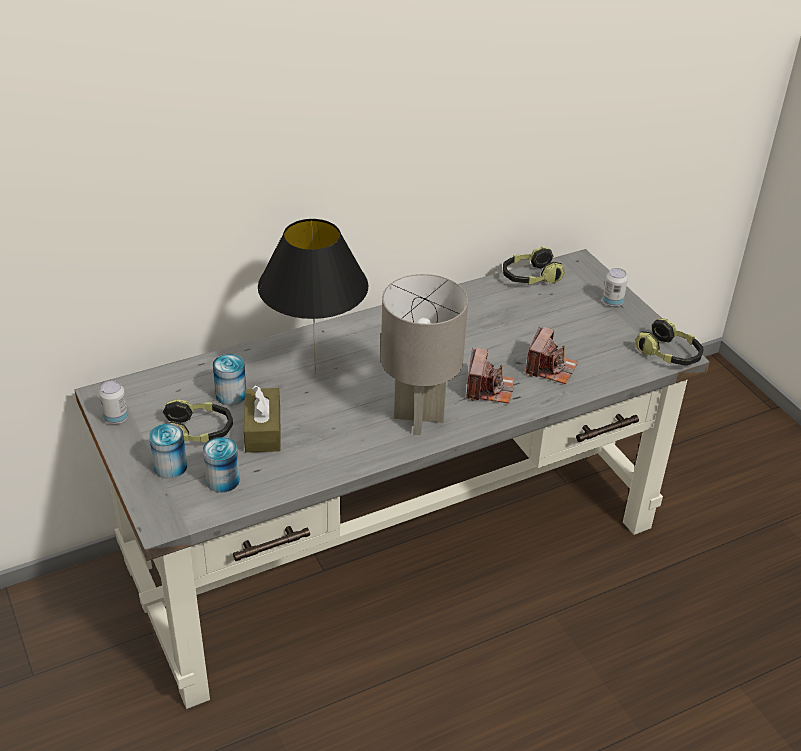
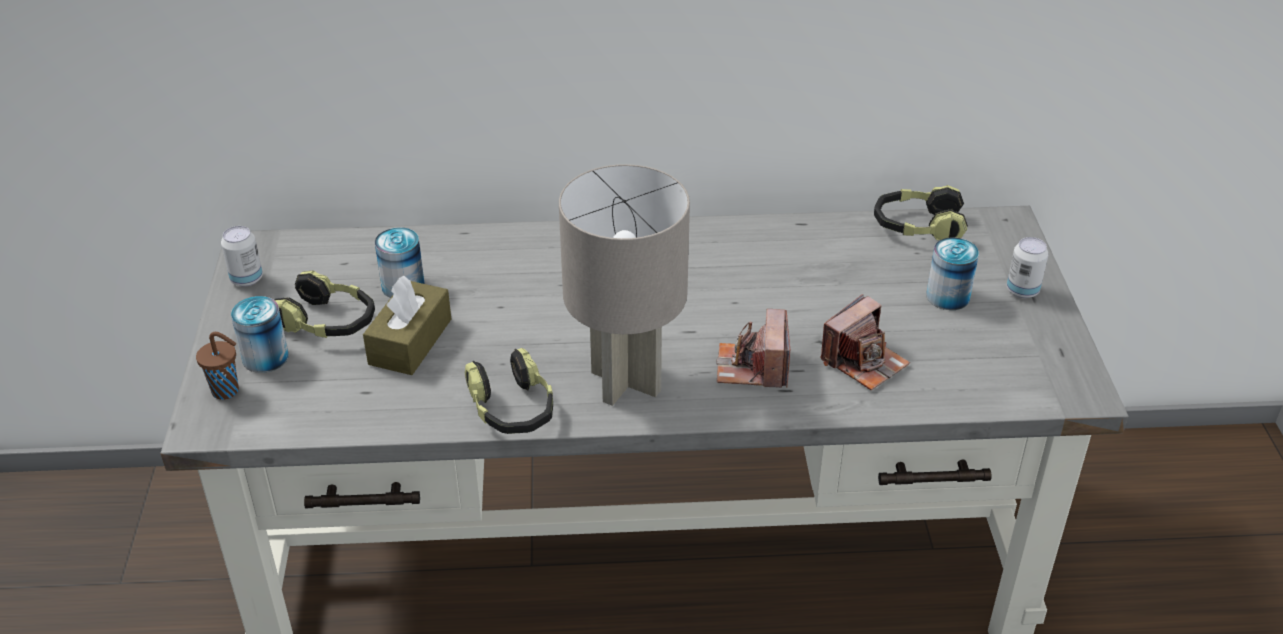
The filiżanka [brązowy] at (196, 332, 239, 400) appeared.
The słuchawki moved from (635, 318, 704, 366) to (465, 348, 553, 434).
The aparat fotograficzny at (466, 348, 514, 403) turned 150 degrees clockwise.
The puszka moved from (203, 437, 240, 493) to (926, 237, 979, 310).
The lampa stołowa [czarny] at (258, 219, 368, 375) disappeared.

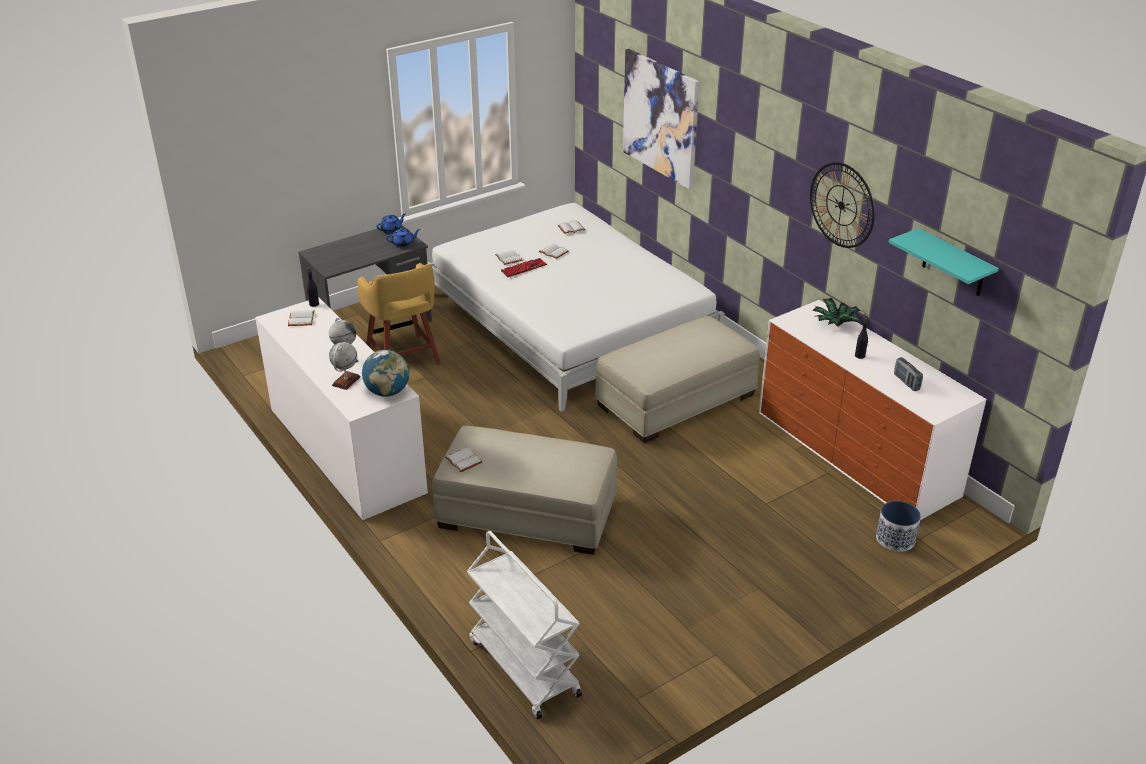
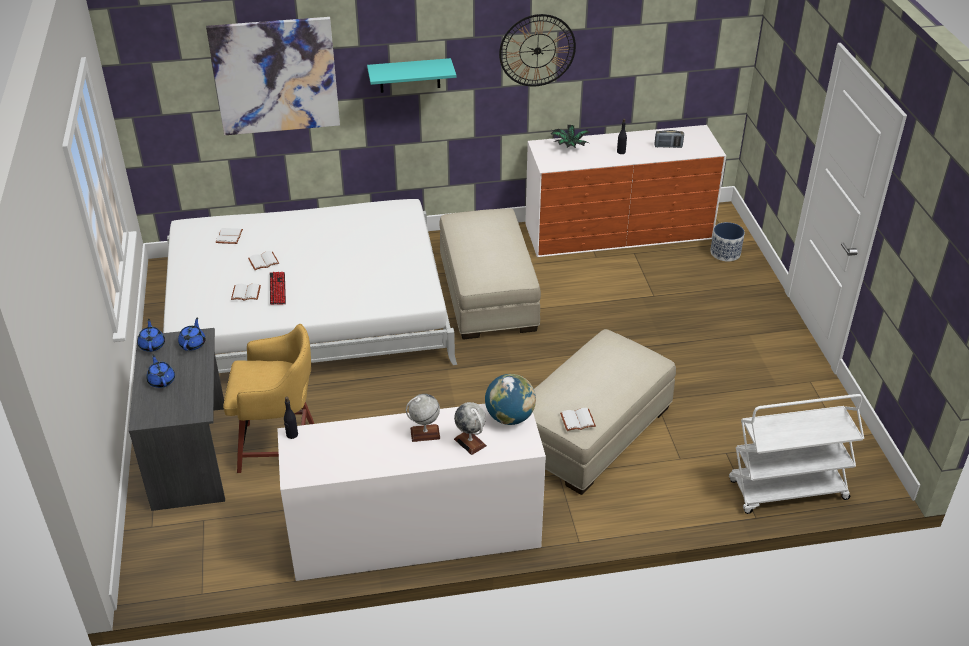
The imbryk [niebieski] at (146, 354, 175, 388) appeared.
The półka [turkusowy] moved from (888, 228, 999, 296) to (367, 58, 456, 93).
The książka [biały] at (288, 310, 315, 326) disappeared.

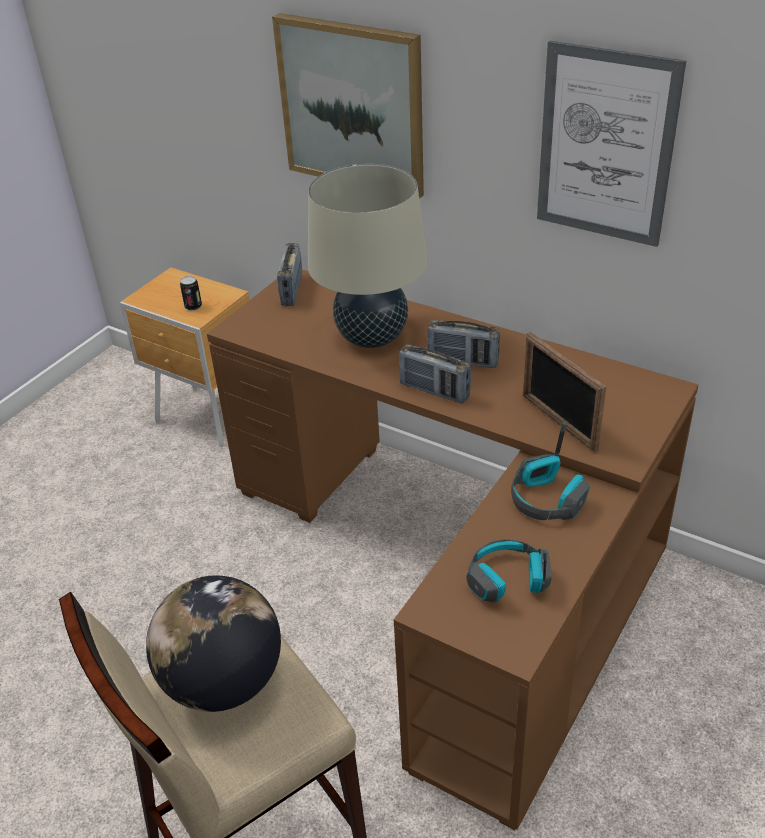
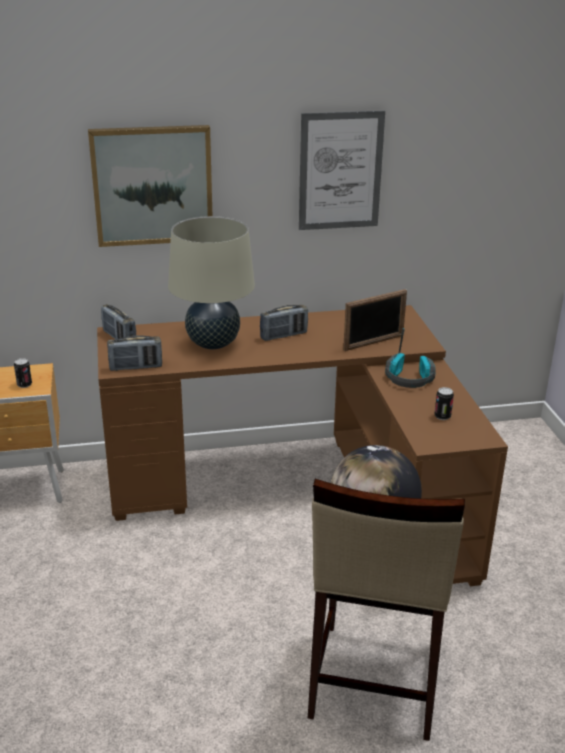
The radio moved from (399, 344, 471, 403) to (107, 335, 162, 371).
The ramka na zdjęcie at (523, 332, 606, 452) turned 45 degrees counterclockwise.
The słuchawki at (466, 539, 552, 602) was replaced by the puszka at (435, 387, 454, 420).

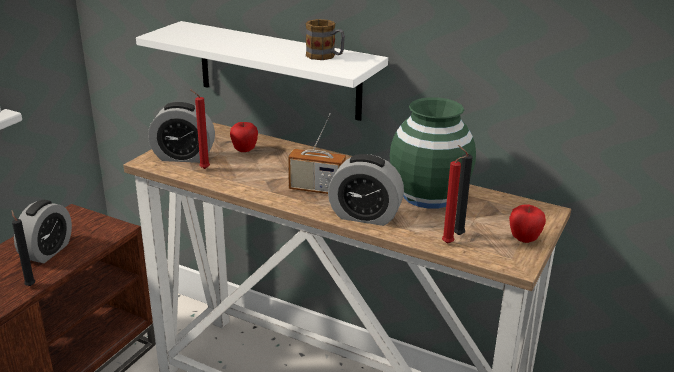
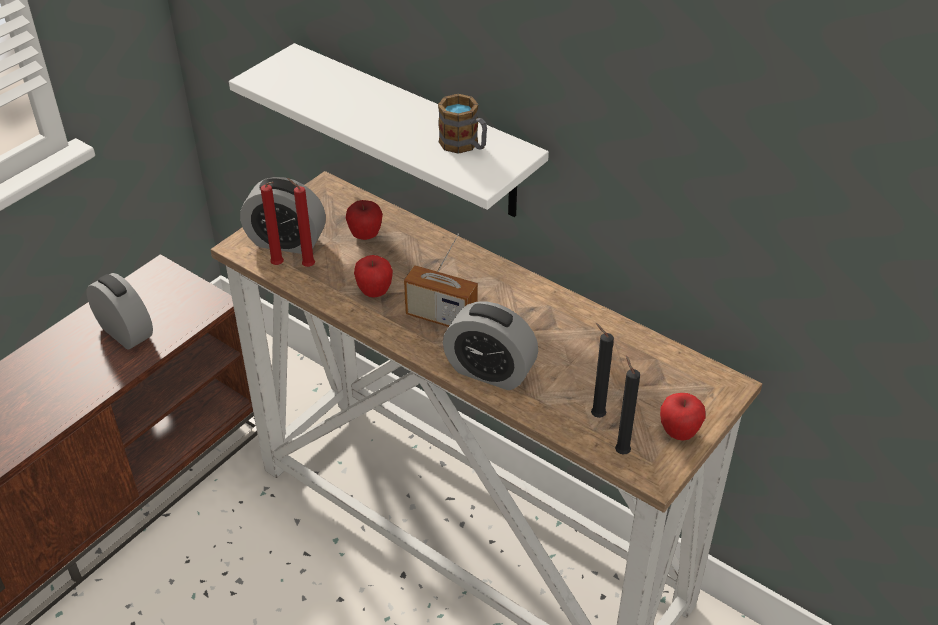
The budzik at (14, 200, 72, 263) turned 75 degrees counterclockwise.
The świeca [czerwony] moved from (442, 156, 467, 244) to (261, 182, 284, 265).
The jabłko at (354, 255, 393, 298) appeared.
The świeca [czarny] moved from (11, 210, 35, 286) to (615, 356, 640, 455).
The wazon [zielony] at (390, 97, 476, 209) disappeared.

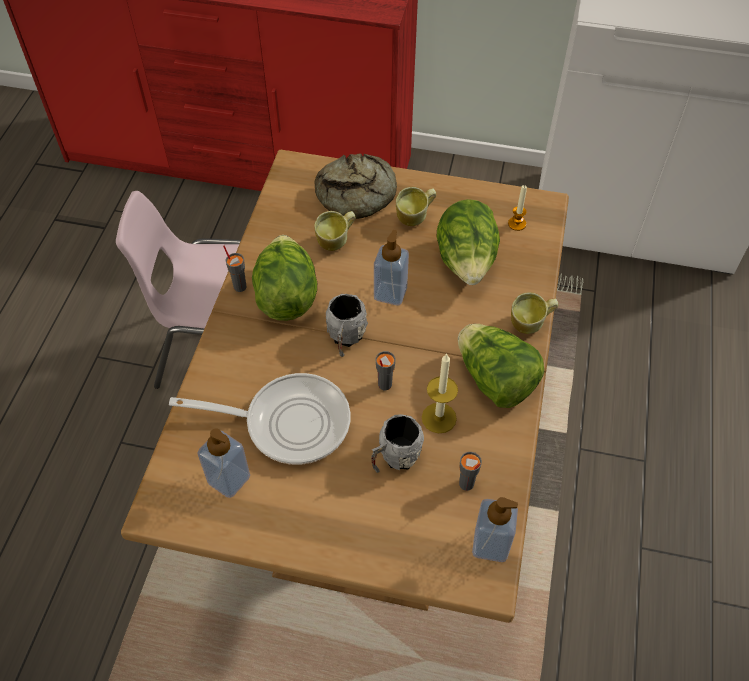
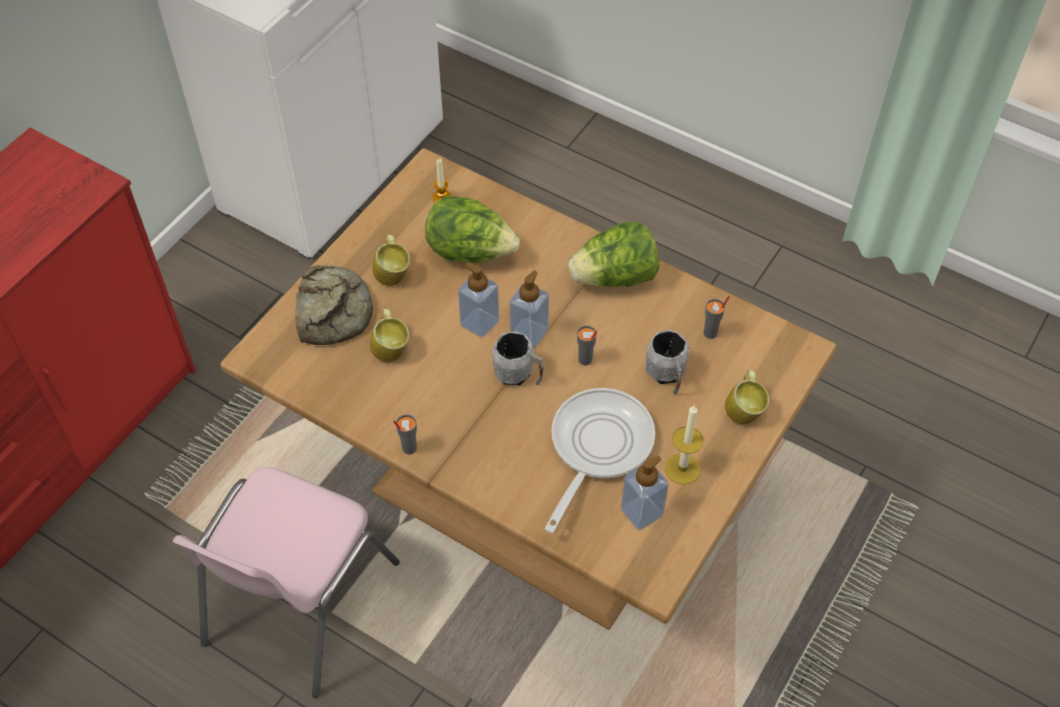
The dozownik mydła moved from (472, 497, 518, 562) to (510, 270, 549, 347).
The świeca moved from (422, 353, 458, 433) to (665, 405, 704, 484).
The kubek moved from (511, 292, 558, 334) to (725, 370, 769, 424).
The sałata at (252, 235, 317, 321) disappeared.

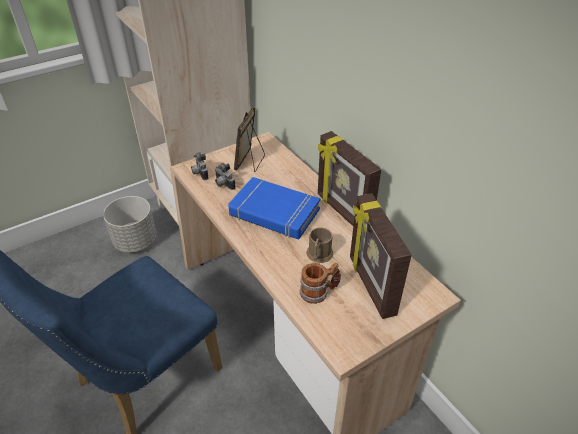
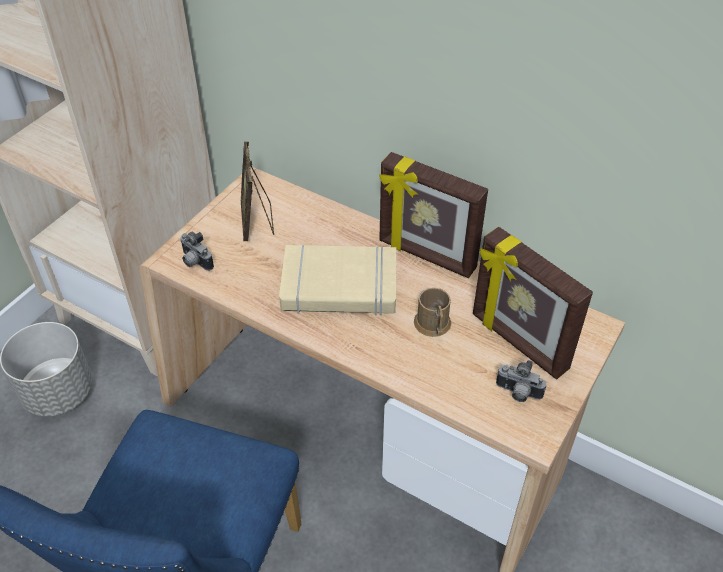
The książka [niebieski] at (228, 177, 320, 239) became the książka [beżowy] at (279, 245, 396, 316).
The aparat fotograficzny moved from (215, 163, 236, 190) to (496, 360, 546, 402).
The kubek at (299, 263, 341, 304) disappeared.

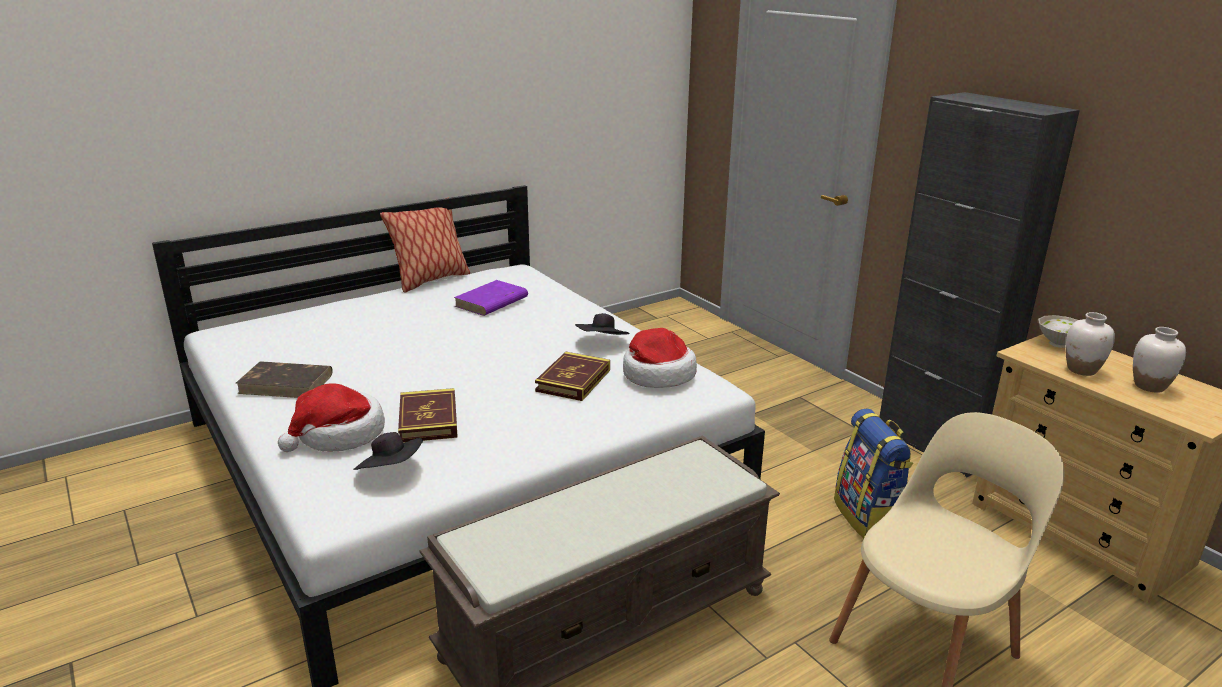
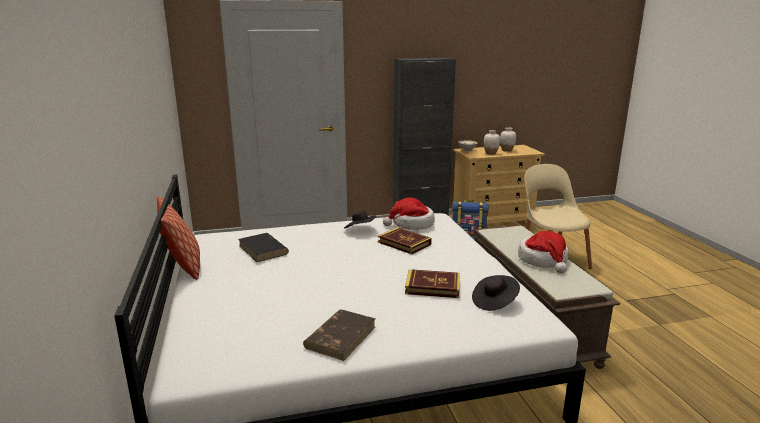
The książka [fioletowy] at (454, 280, 528, 316) became the książka [czarny] at (239, 233, 289, 262).
The kapelusz moved from (278, 383, 385, 452) to (518, 231, 569, 273).

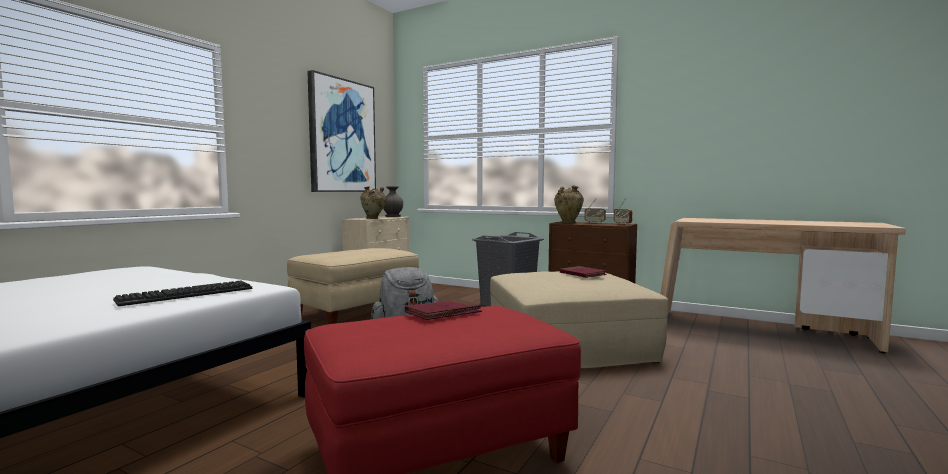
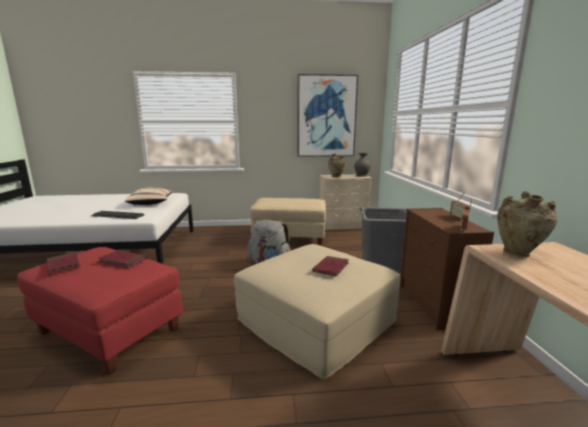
The książka [czerwony] at (47, 252, 80, 274) appeared.
The poduszka [beżowy] at (125, 188, 173, 205) appeared.
The wazon [beżowy] moved from (554, 186, 584, 223) to (497, 191, 557, 257).

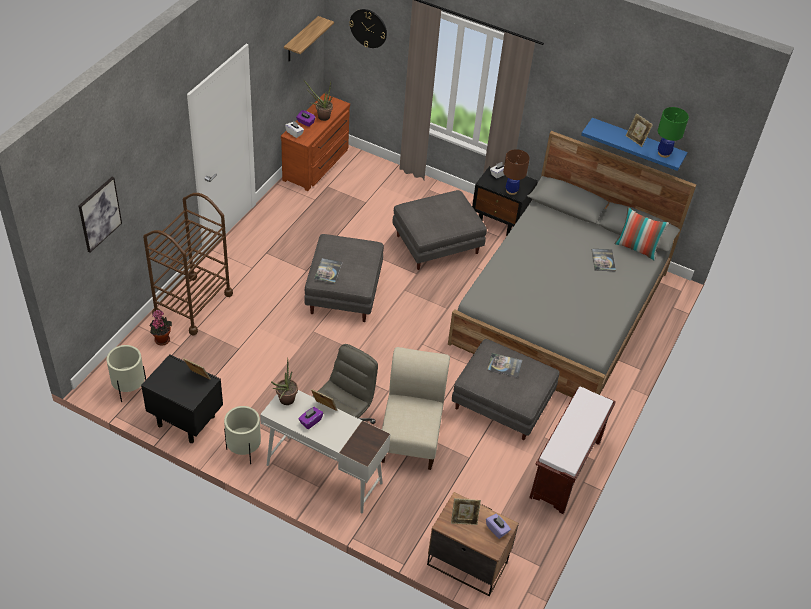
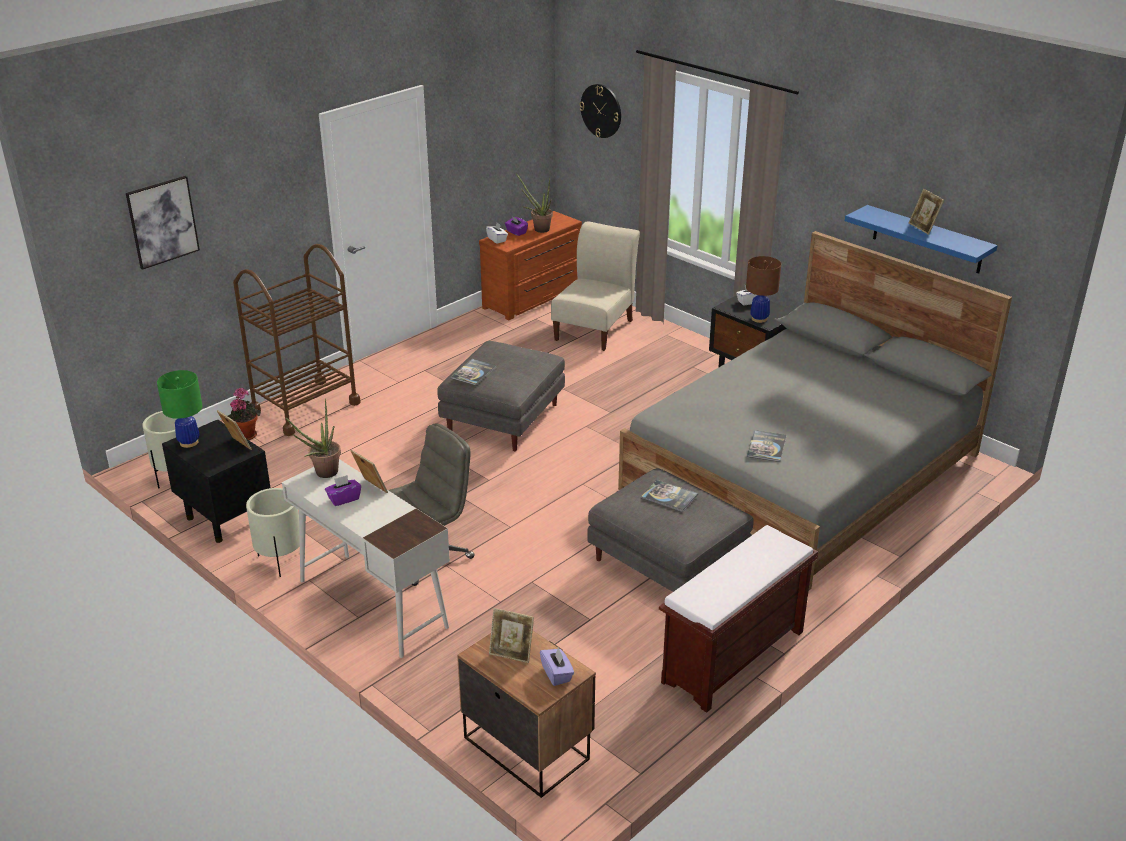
The lampa stołowa [zielony] moved from (658, 107, 689, 158) to (157, 370, 203, 448).
The krzesło [beżowy] moved from (381, 347, 450, 470) to (551, 221, 640, 351).
The książka moved from (592, 249, 616, 272) to (747, 430, 787, 462).
The półka at (284, 16, 334, 61) disappeared.
The pufa [szary] at (393, 190, 487, 270) disappeared.
The poduszka at (615, 207, 669, 261) disappeared.

